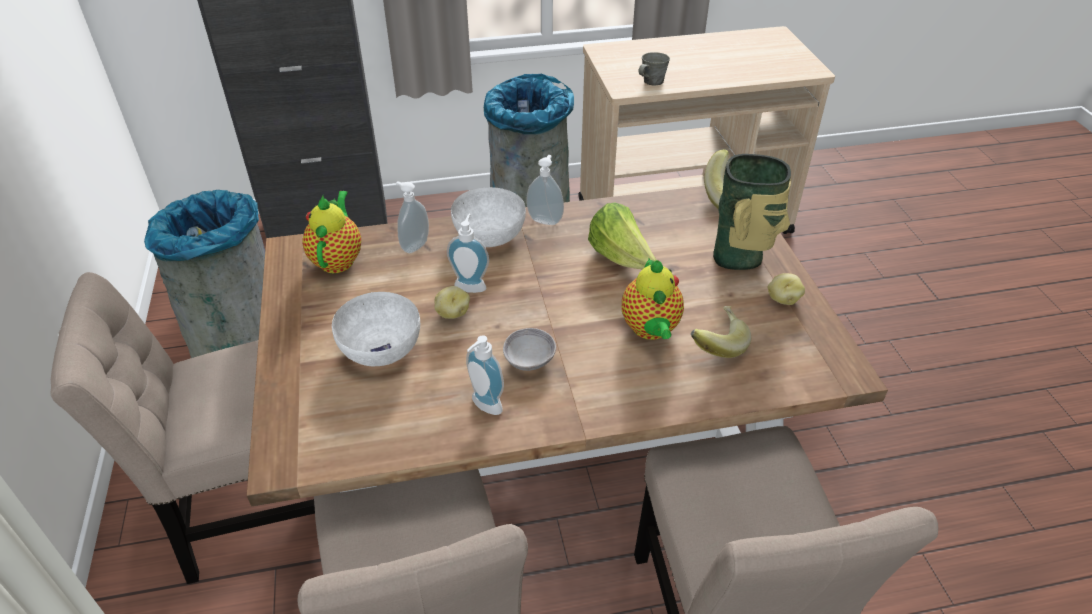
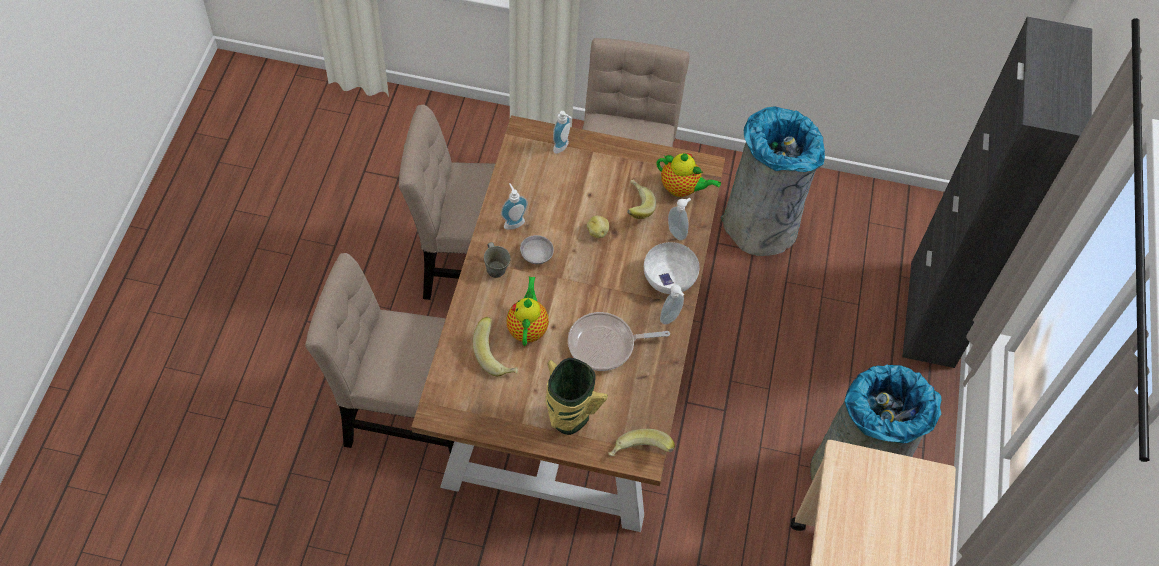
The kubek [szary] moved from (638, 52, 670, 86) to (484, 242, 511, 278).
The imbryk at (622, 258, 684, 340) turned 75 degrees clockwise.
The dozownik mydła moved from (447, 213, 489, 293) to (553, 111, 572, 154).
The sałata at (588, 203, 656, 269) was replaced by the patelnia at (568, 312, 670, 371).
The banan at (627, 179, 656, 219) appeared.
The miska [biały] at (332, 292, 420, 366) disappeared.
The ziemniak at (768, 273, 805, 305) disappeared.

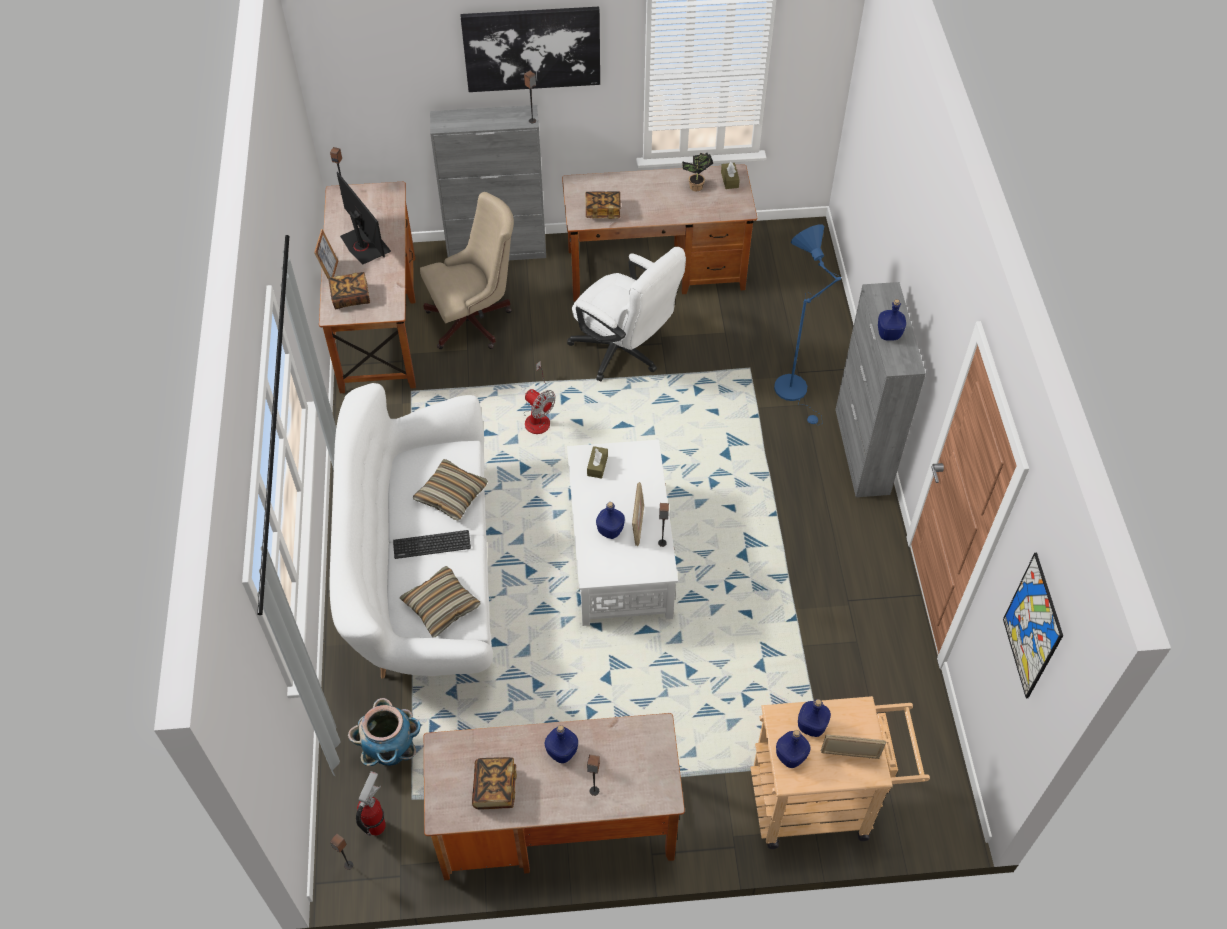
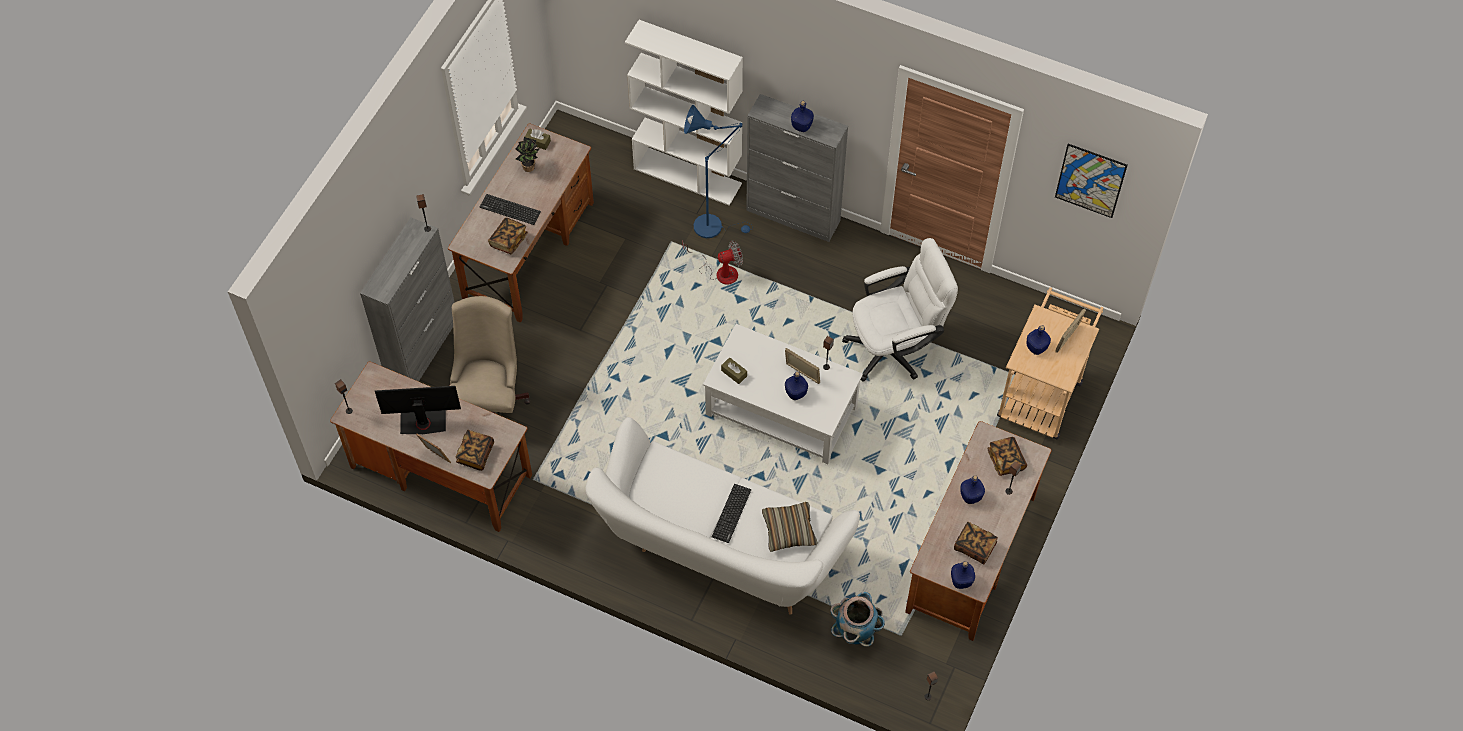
The klawiatura at (480, 194, 541, 225) appeared.
The regał [biały] at (625, 20, 743, 206) appeared.
The wentylator moved from (523, 361, 556, 434) to (682, 240, 743, 284).
The krzesło biurowe [biały] moved from (567, 247, 686, 382) to (842, 238, 958, 382).
The butelka [niebieski] moved from (776, 730, 811, 768) to (951, 561, 975, 589).
The książka at (987, 437, 1027, 476) appeared.
The gaśnica at (356, 771, 386, 836) disappeared.
The poduszka at (412, 459, 488, 520) disappeared.
The obraz at (461, 7, 600, 92) disappeared.

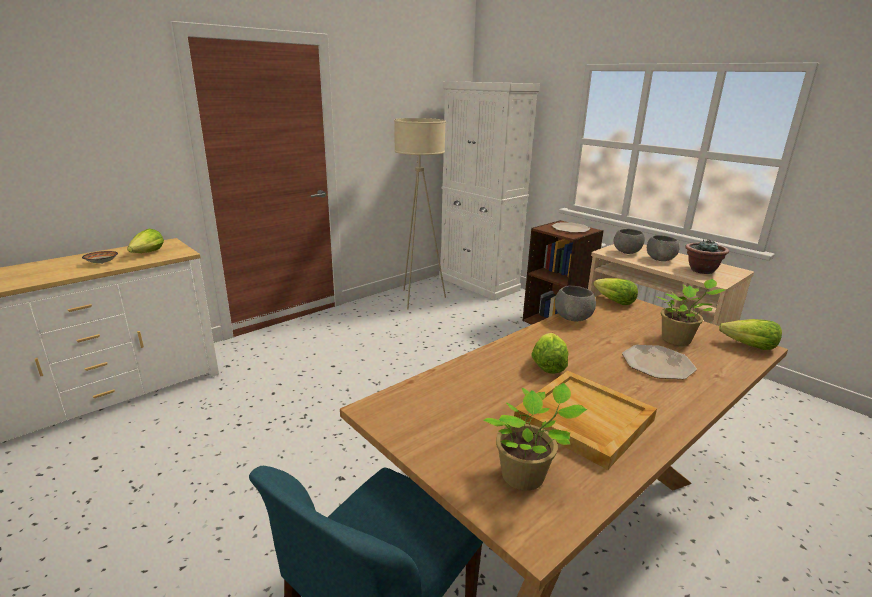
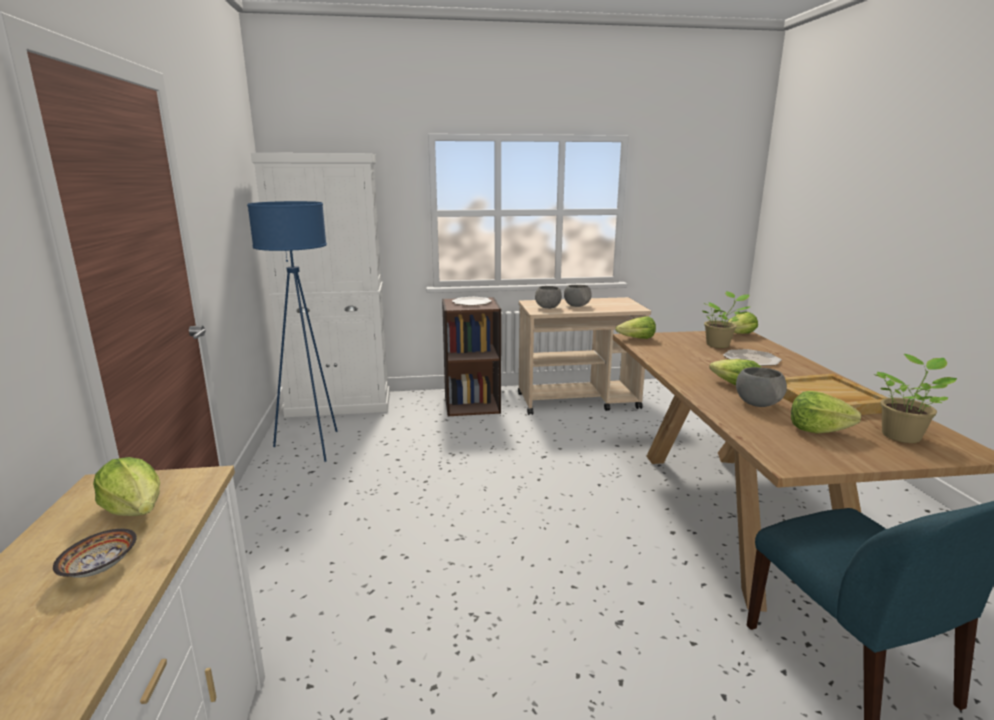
The lampa stojąca [beżowy] at (394, 118, 446, 310) became the lampa stojąca [niebieski] at (247, 201, 337, 462).
The miska [szary] moved from (555, 286, 596, 321) to (736, 367, 787, 407).
The sałata at (791, 391, 861, 433) appeared.
The roślina doniczkowa at (686, 239, 729, 274) disappeared.

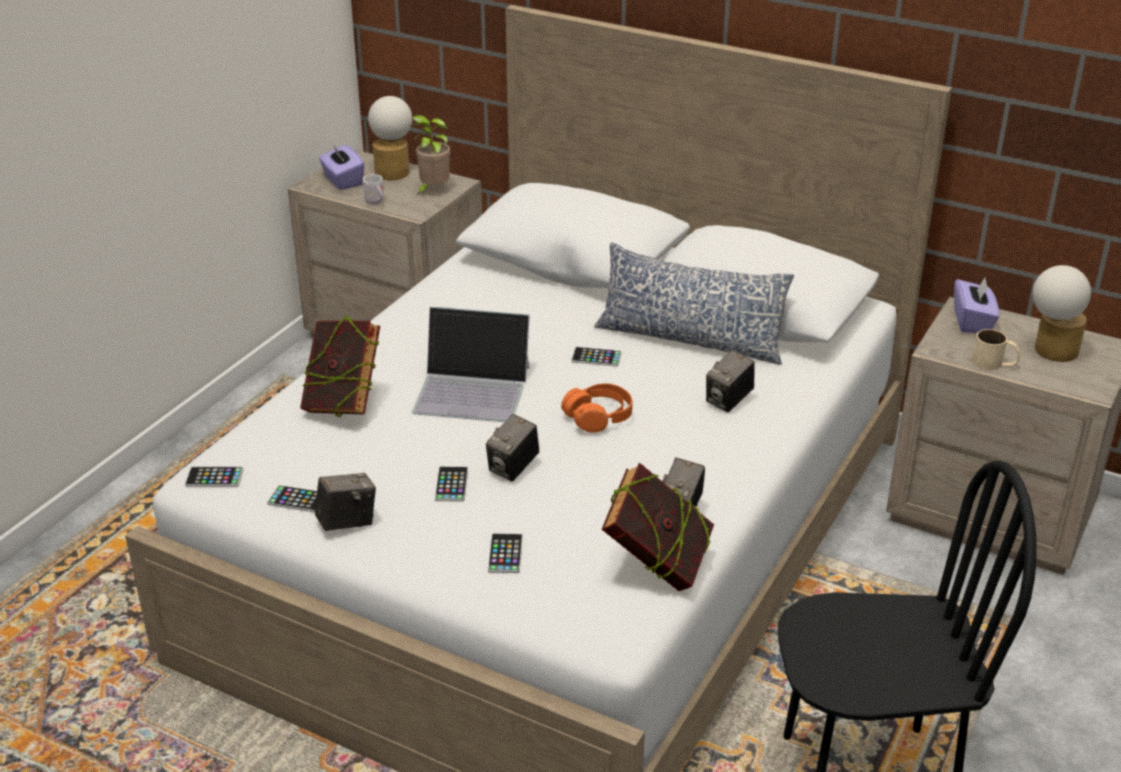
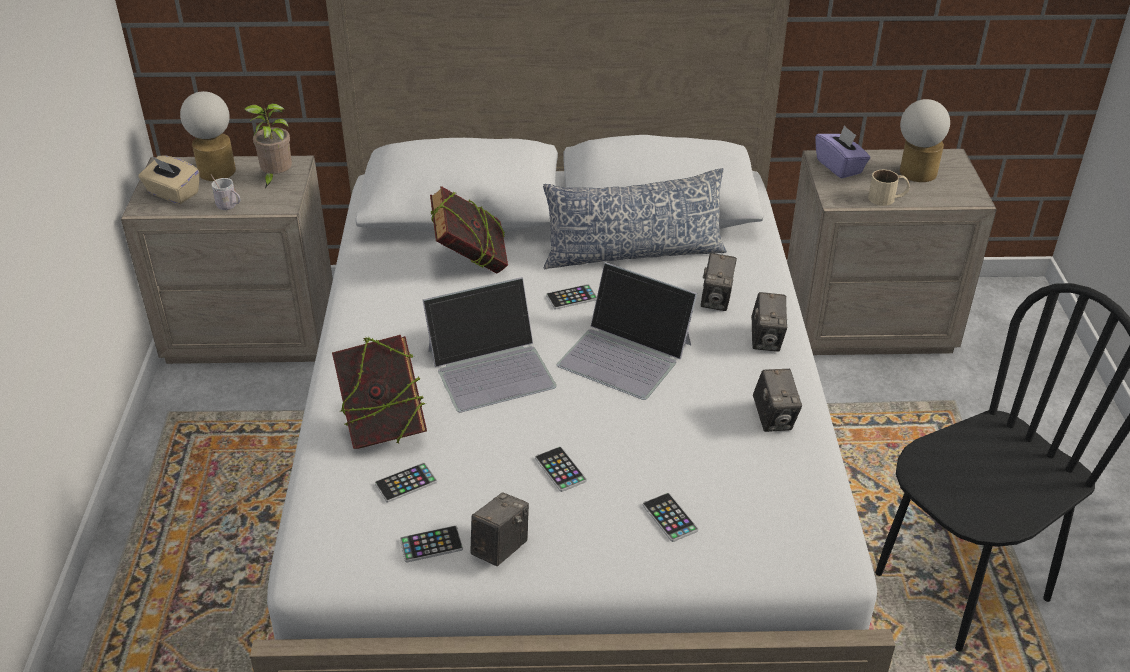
The pudełko chusteczek [fioletowy] at (319, 145, 365, 190) became the pudełko chusteczek [beżowy] at (139, 156, 199, 204).
The telefon moved from (185, 467, 243, 487) to (375, 462, 437, 503).
The książka moved from (602, 463, 714, 591) to (430, 186, 508, 273).
The słuchawki [pomarańczowy] at (561, 384, 633, 433) was replaced by the laptop at (557, 262, 697, 400).
The aparat fotograficzny moved from (486, 414, 539, 481) to (751, 292, 787, 352).

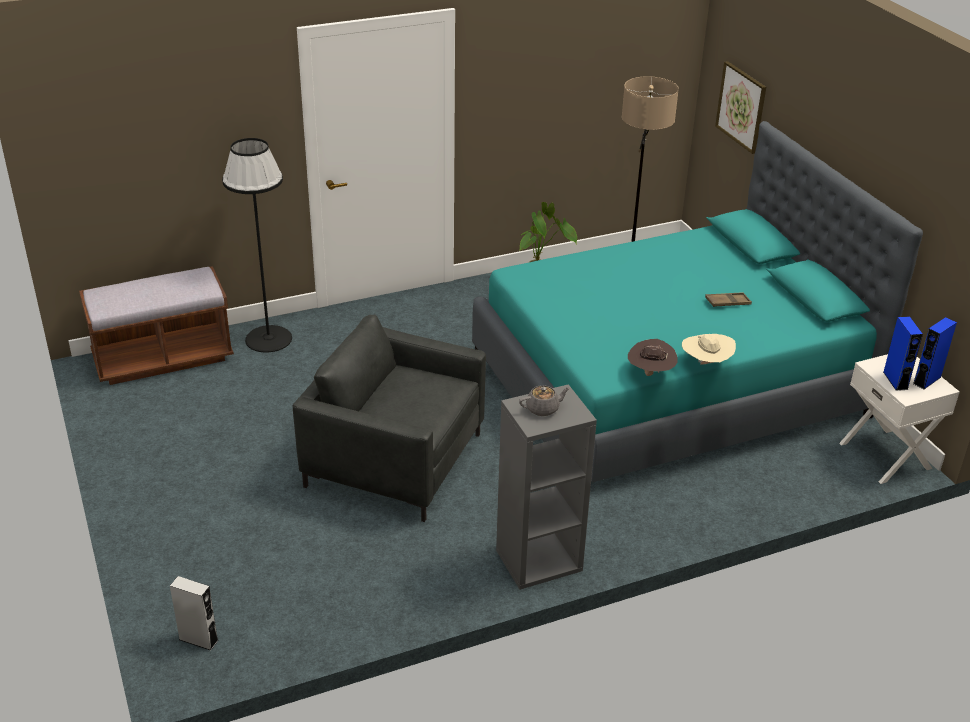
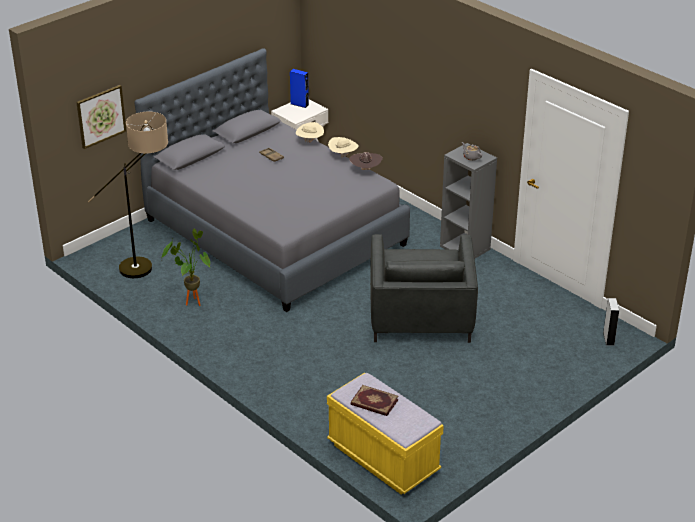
The łóżko [turkusowy] at (472, 121, 923, 482) became the łóżko [szary] at (134, 48, 410, 312).
The kapelusz [beżowy] at (296, 122, 324, 143) appeared.
The ławka [brązowy] at (79, 266, 234, 385) became the ławka [żółty] at (327, 373, 444, 494).
The książka at (351, 385, 399, 416) appeared.
The lampa stojąca [czarny] at (222, 138, 292, 352) disappeared.
The głośnik [niebieski] at (883, 316, 923, 391) disappeared.

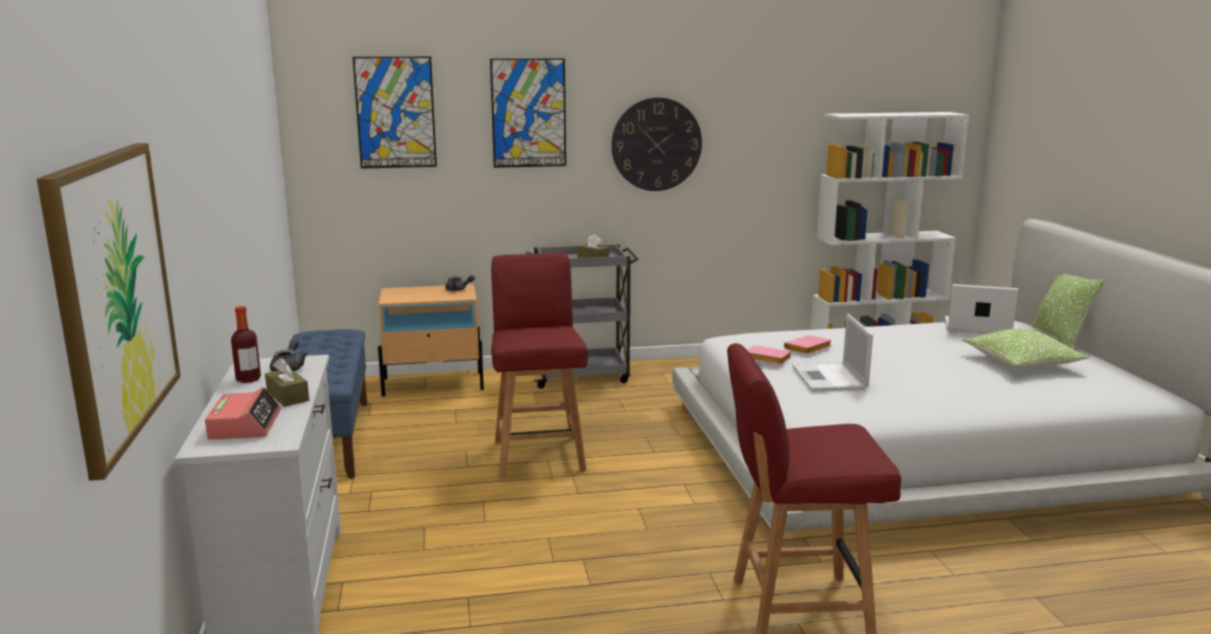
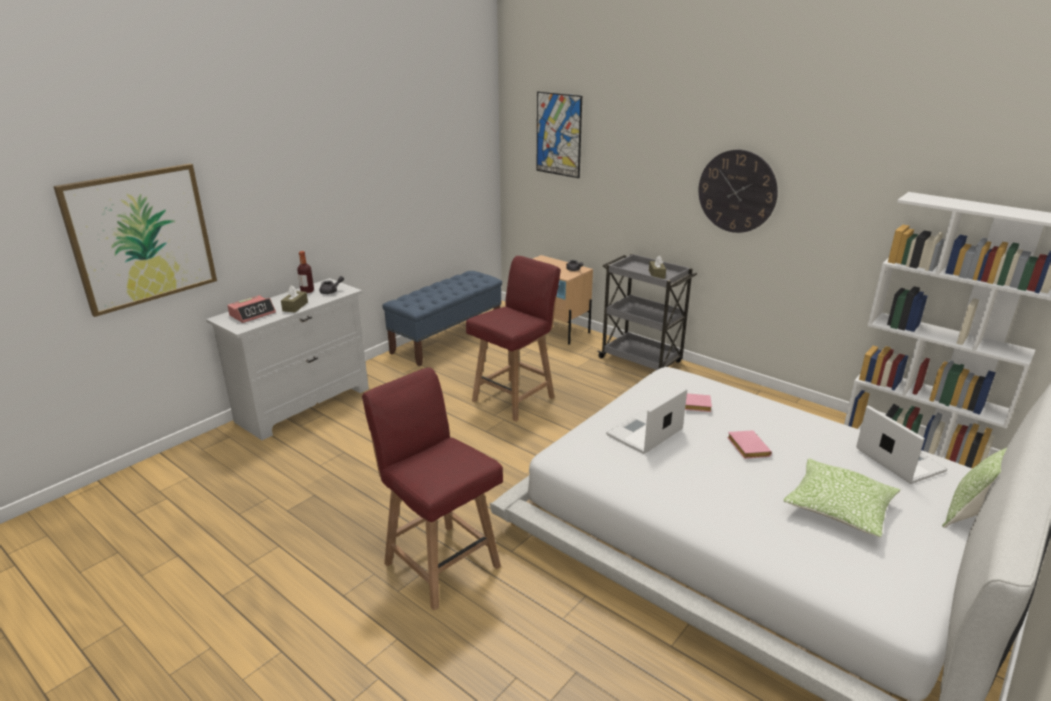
The książka [różowy] moved from (747, 345, 791, 365) to (727, 430, 772, 459).
The obraz at (490, 58, 566, 168) disappeared.

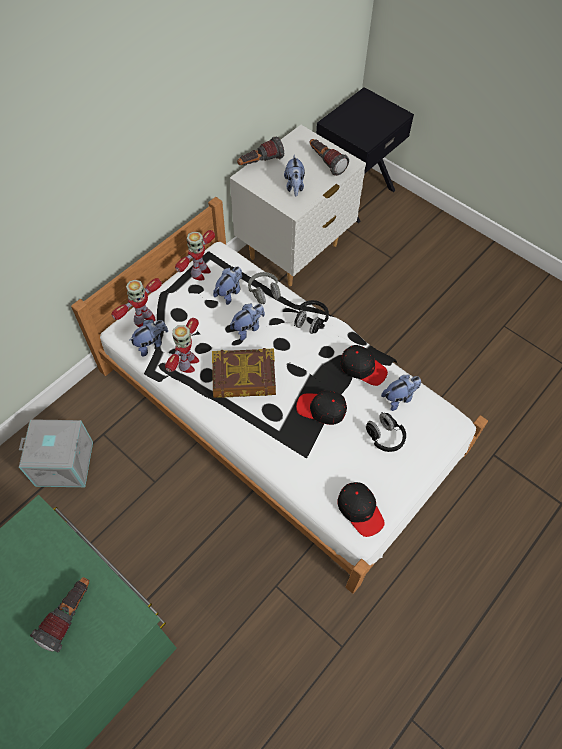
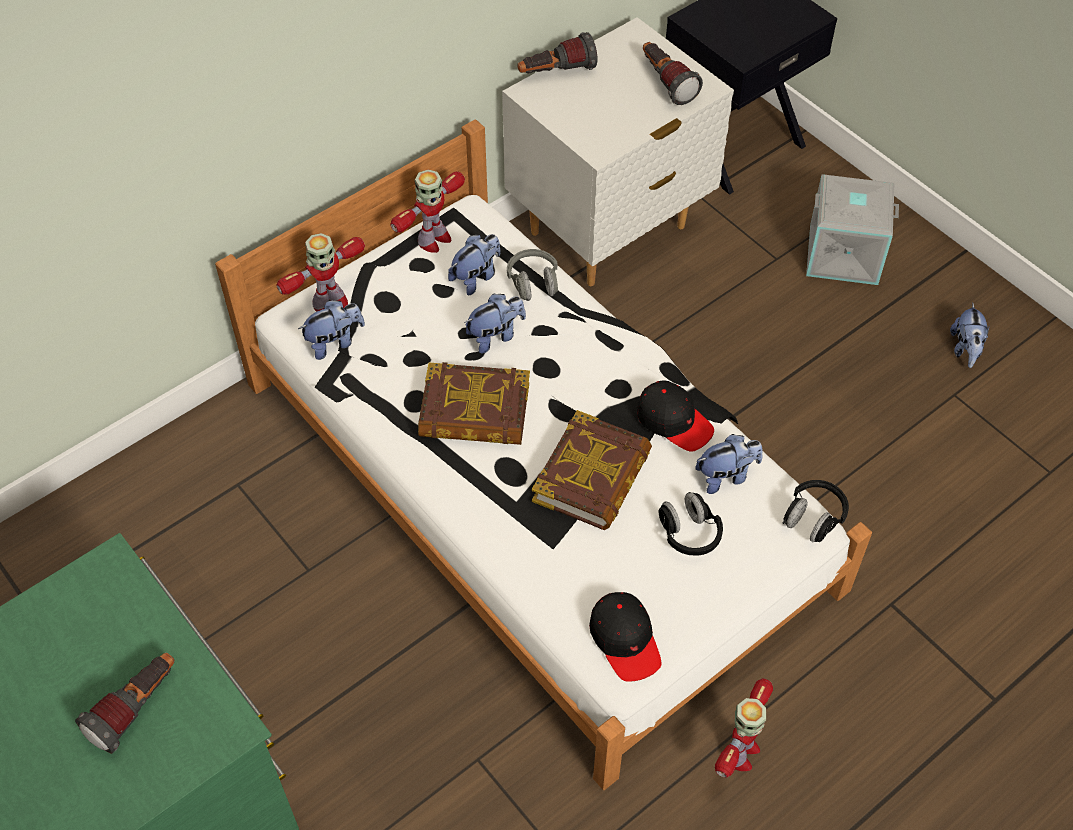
The czapka z daszkiem [czarny] at (296, 391, 347, 425) was replaced by the książka at (532, 410, 652, 530).
The robot zabawkowy moved from (165, 318, 199, 373) to (715, 679, 773, 778).
The słuchawki [czarny] moved from (294, 300, 329, 334) to (783, 480, 849, 542).
The pojemnik do przechowywania [szary] moved from (19, 419, 93, 487) to (806, 175, 899, 285).
The pluszak moved from (284, 155, 305, 196) to (950, 303, 990, 368).

